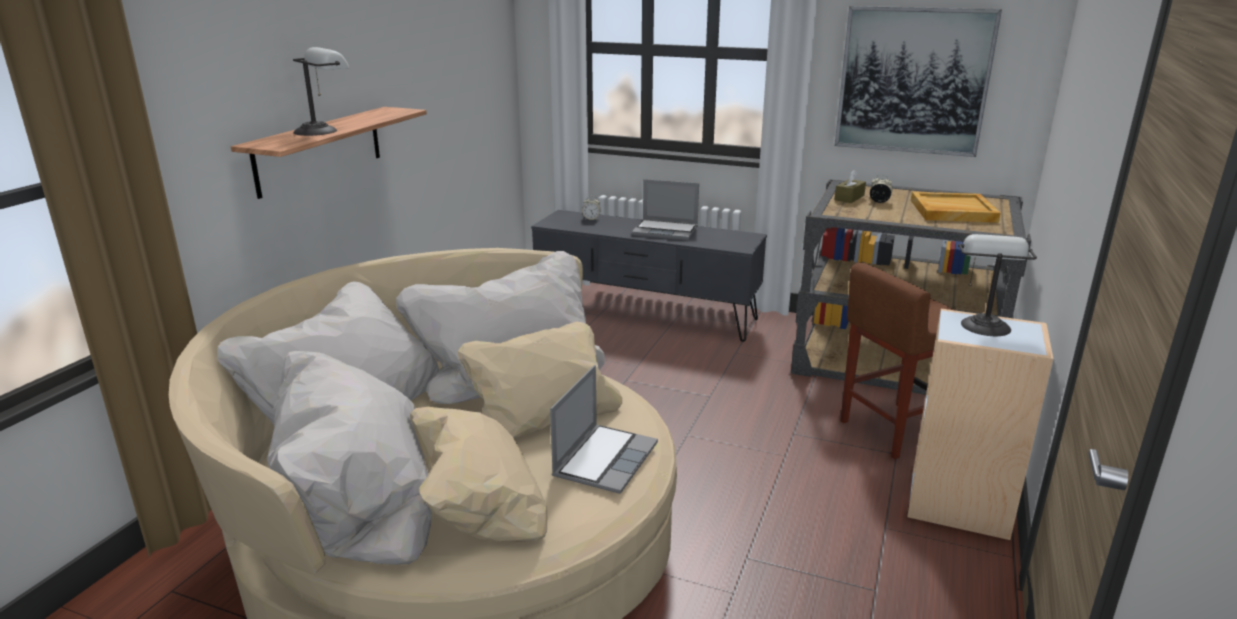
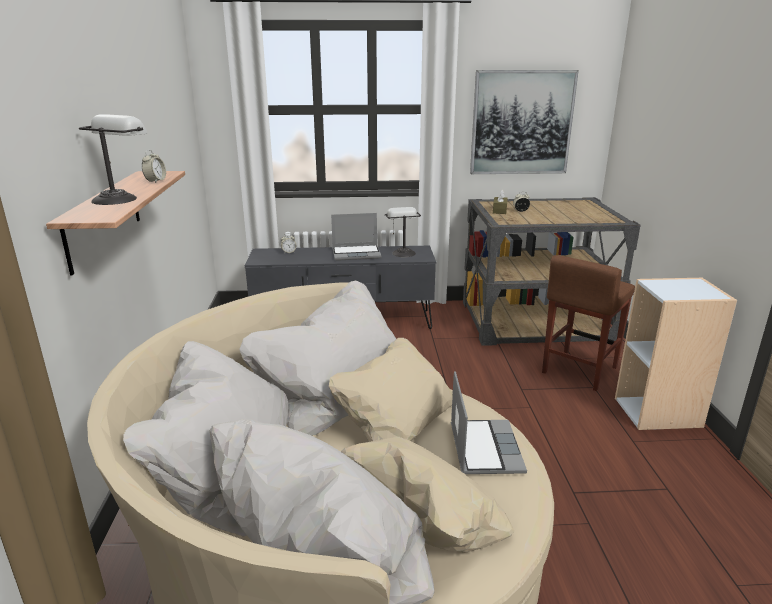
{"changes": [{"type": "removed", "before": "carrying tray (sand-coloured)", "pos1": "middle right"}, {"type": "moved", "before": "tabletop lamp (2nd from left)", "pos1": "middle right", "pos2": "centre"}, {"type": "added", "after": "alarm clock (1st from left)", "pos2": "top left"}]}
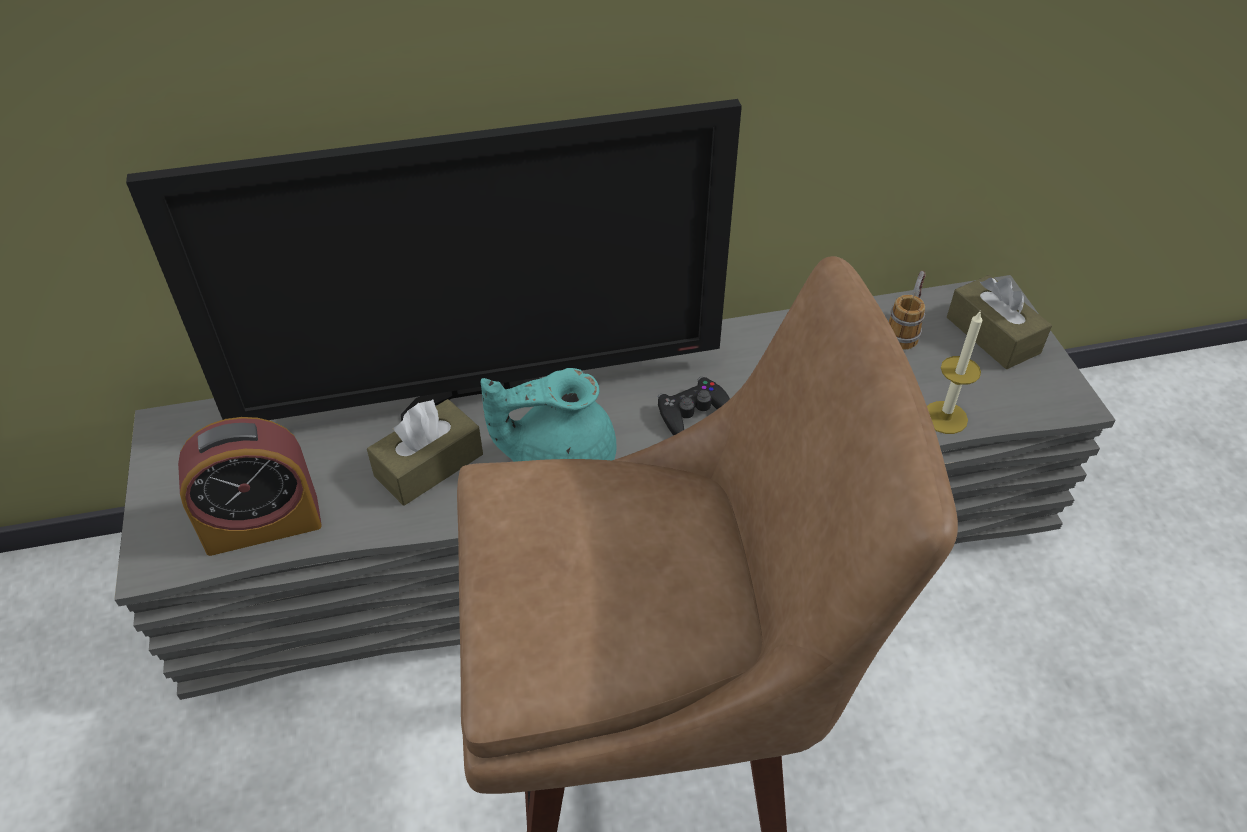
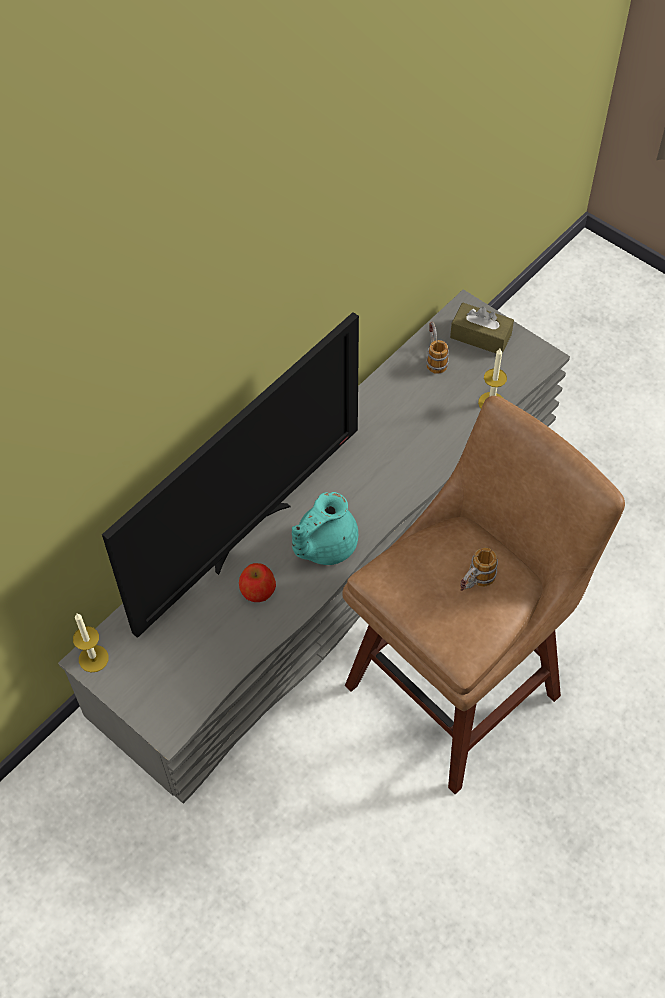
{"changes": [{"type": "removed", "before": "joypad (blackish)", "pos1": "centre"}, {"type": "replaced", "before": "tissue holder (brown) (1st from left)", "after": "whole apple", "pos1": "centre", "pos2": "centre"}, {"type": "removed", "before": "alarm clock", "pos1": "middle left"}, {"type": "added", "after": "tea mug (2nd from left)", "pos2": "middle right"}, {"type": "added", "after": "wax light (1st from left)", "pos2": "middle left"}]}
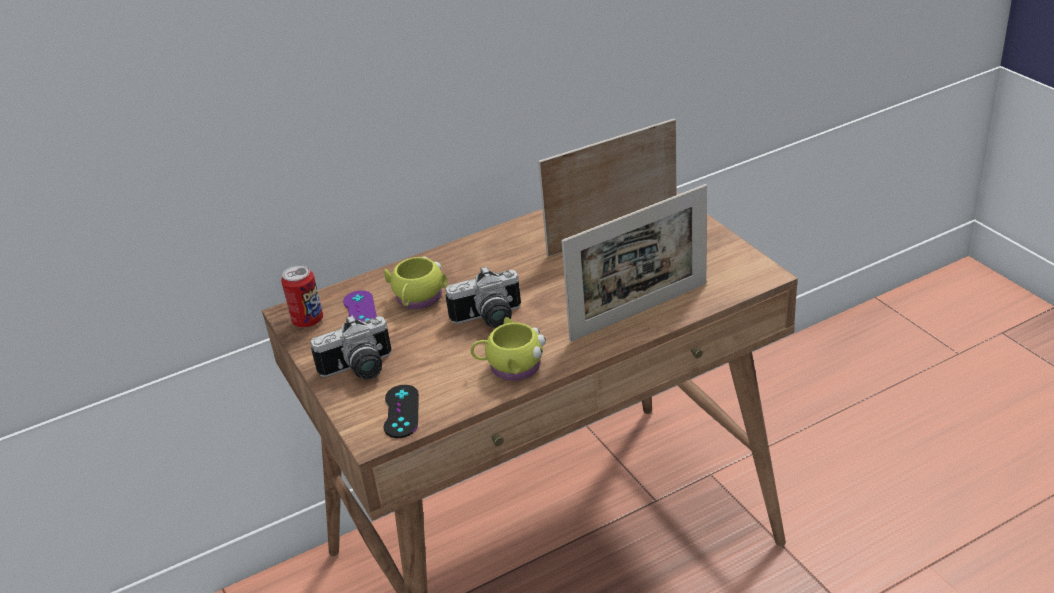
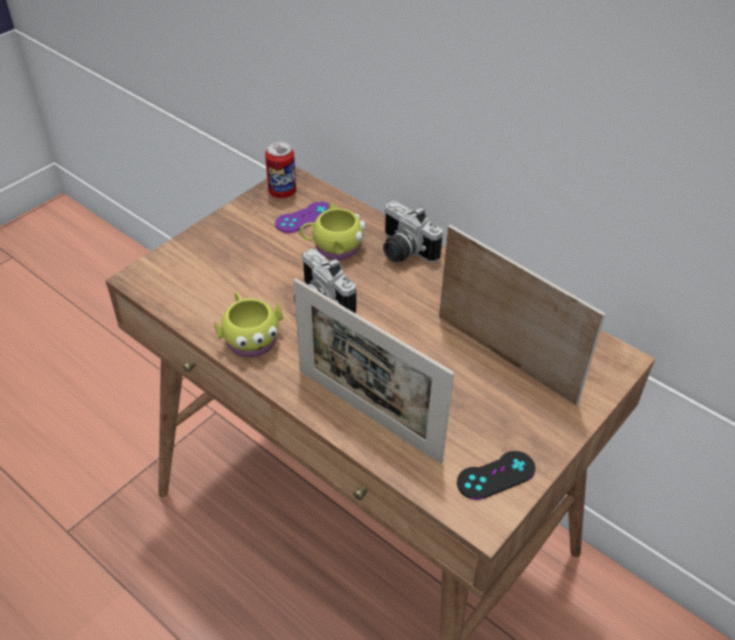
{"changes": [{"type": "moved", "before": "still camera (1st from left in the first image)", "after": "still camera (2nd from left)", "pos1": "middle left", "pos2": "centre"}, {"type": "moved", "before": "joypad (blackish)", "pos1": "bottom centre", "pos2": "bottom right"}]}
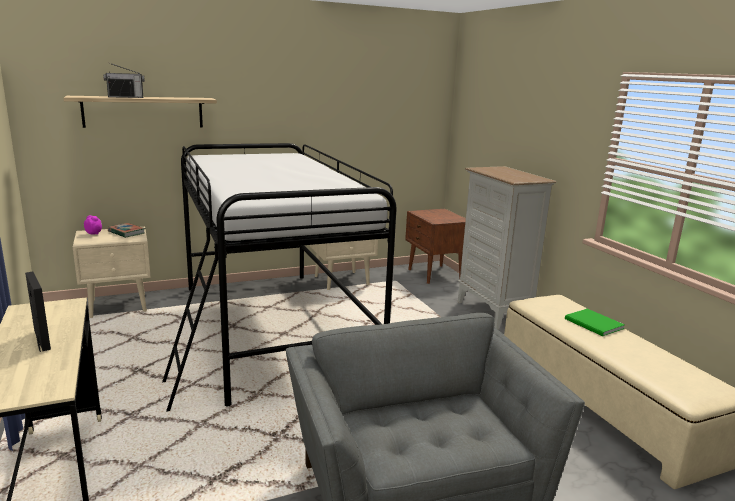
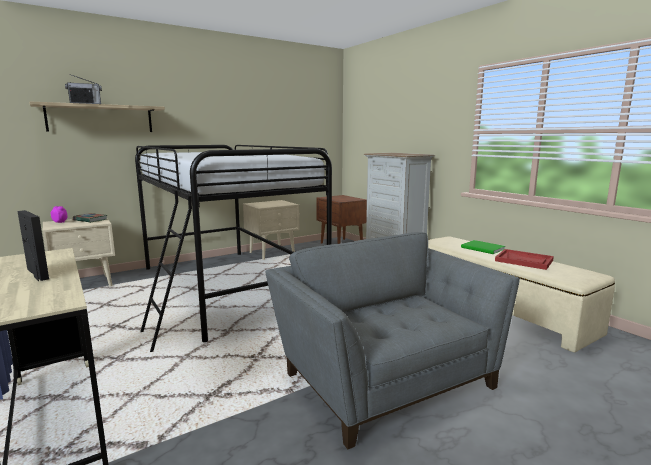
{"changes": [{"type": "added", "after": "carrying tray (reddish)", "pos2": "middle right"}]}
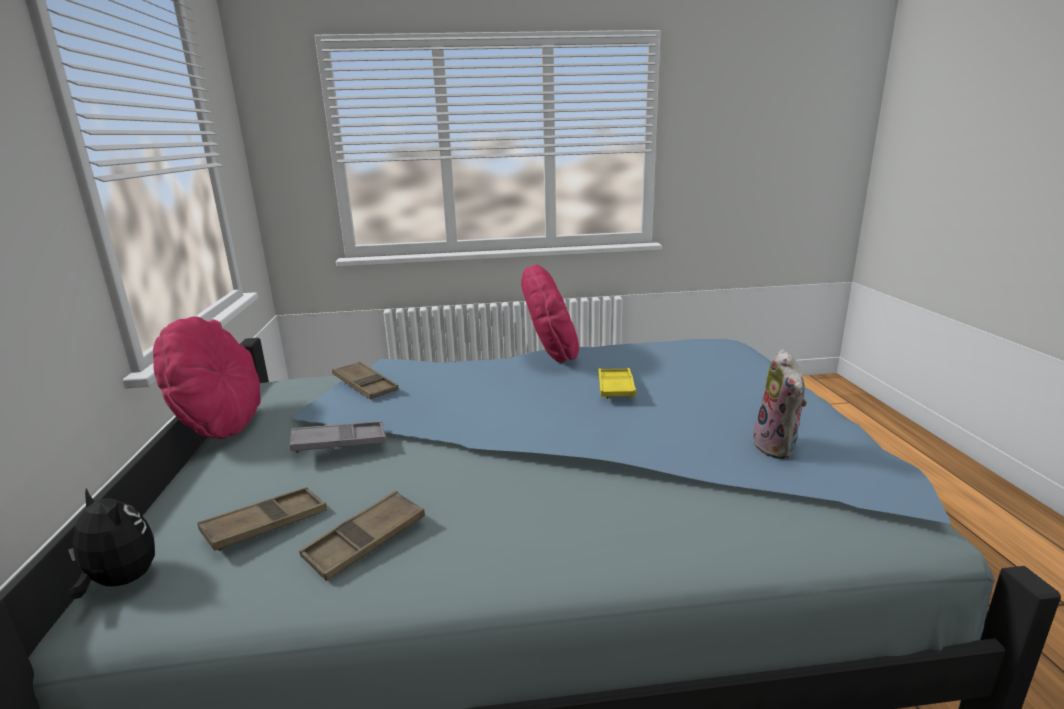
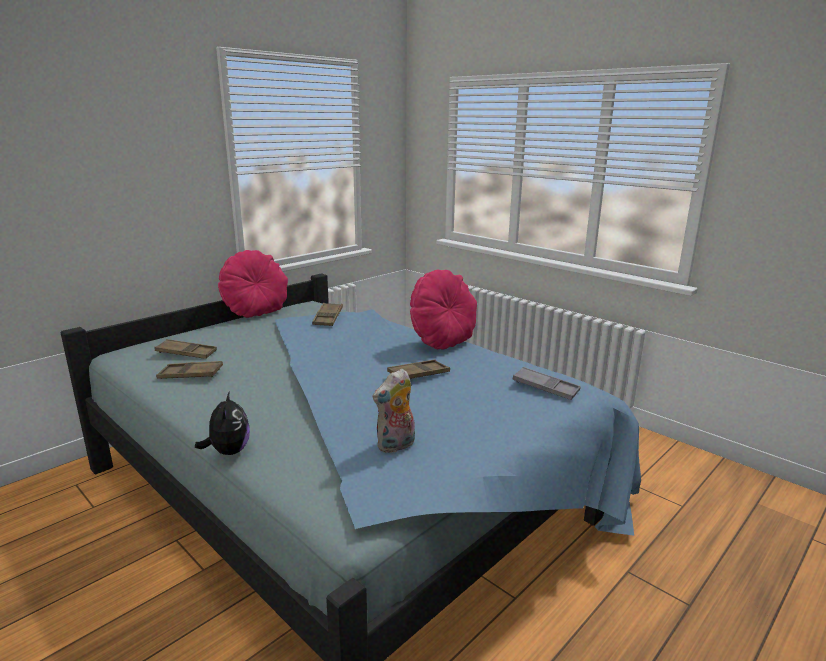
{"changes": [{"type": "recoloured", "before": "carrying tray (yellow-coloured)", "after": "carrying tray (brown) (4th from left)", "pos1": "centre", "pos2": "centre"}, {"type": "moved", "before": "carrying tray (grey)", "pos1": "middle left", "pos2": "centre"}, {"type": "moved", "before": "plush toy (1st from left)", "pos1": "bottom left", "pos2": "middle left"}]}
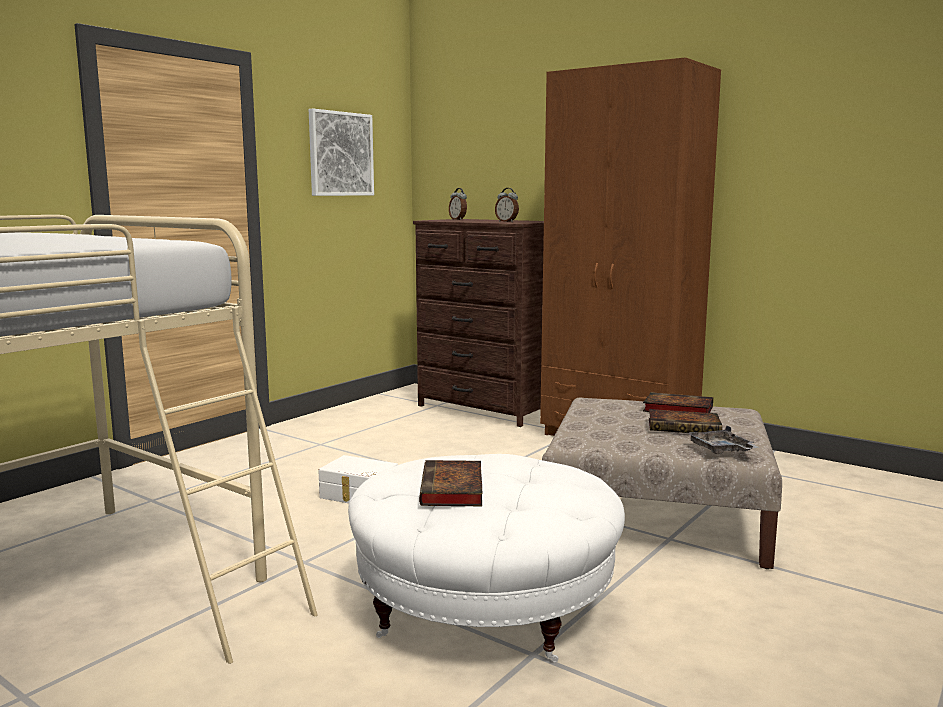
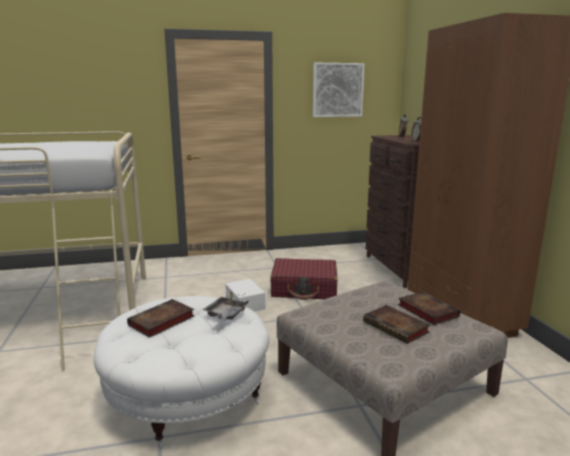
{"changes": [{"type": "moved", "before": "carrying tray (grey)", "pos1": "middle right", "pos2": "bottom centre"}, {"type": "added", "after": "travel case (reddish)", "pos2": "centre"}]}
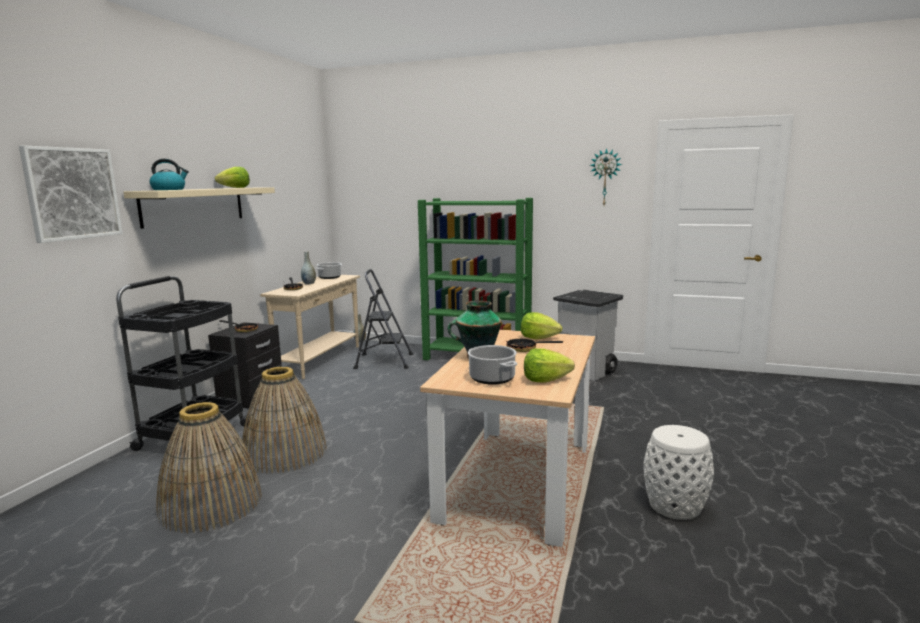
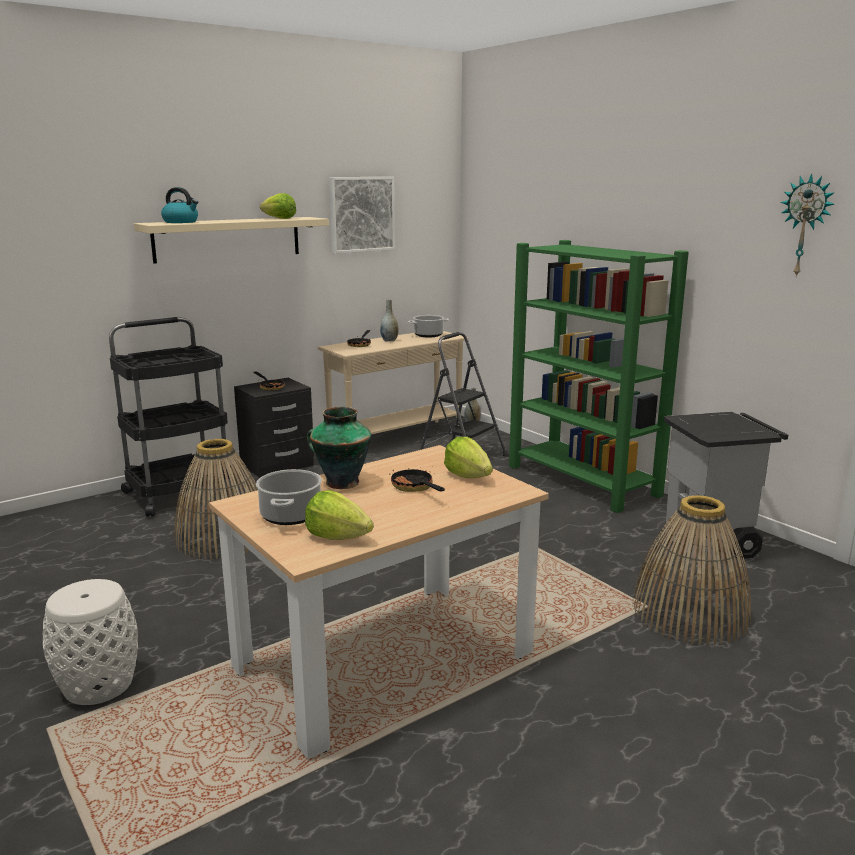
{"changes": [{"type": "moved", "before": "wall art", "pos1": "top left", "pos2": "top centre"}, {"type": "moved", "before": "storage basket (1st from left in the first image)", "after": "storage basket (2nd from left)", "pos1": "bottom left", "pos2": "bottom right"}, {"type": "moved", "before": "stool (whitish)", "pos1": "bottom right", "pos2": "bottom left"}]}
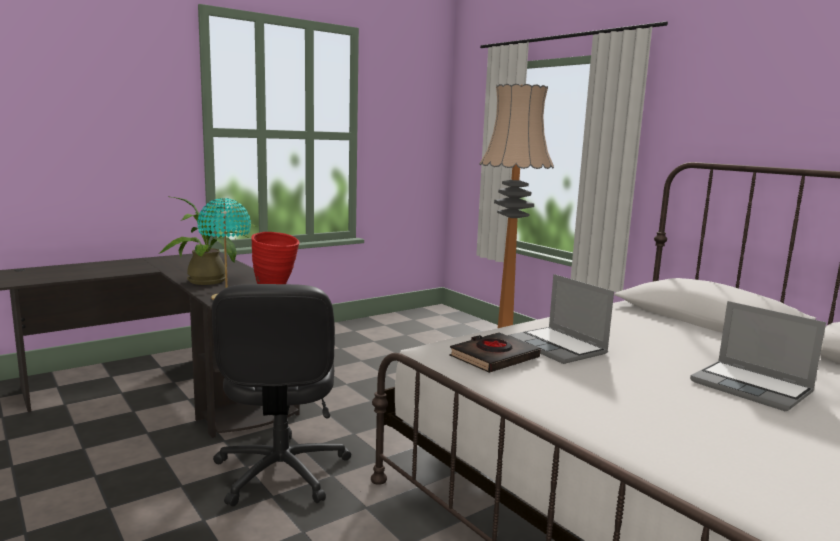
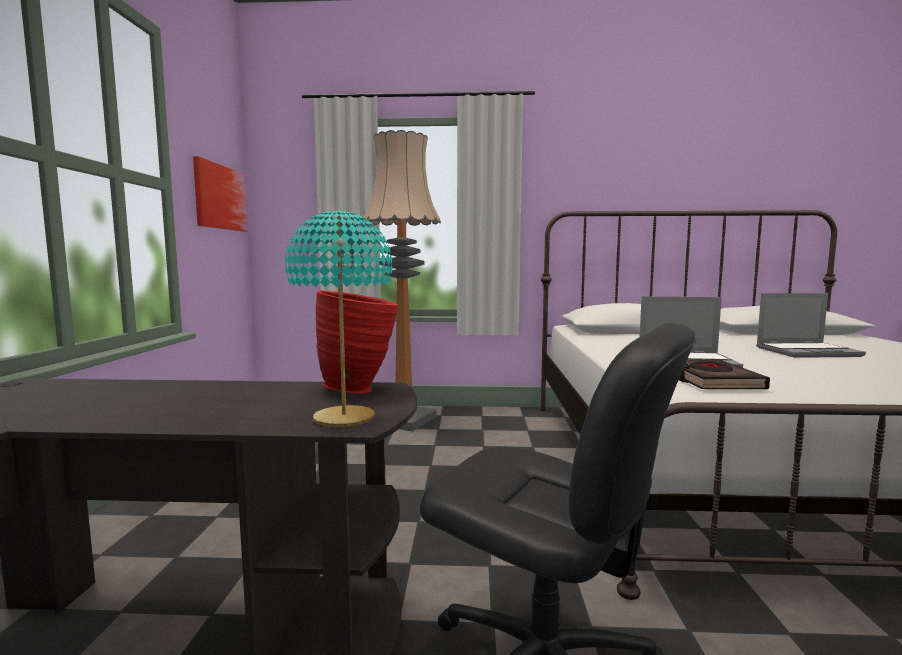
{"changes": [{"type": "removed", "before": "potted plant", "pos1": "middle left"}, {"type": "added", "after": "wall art", "pos2": "top left"}]}
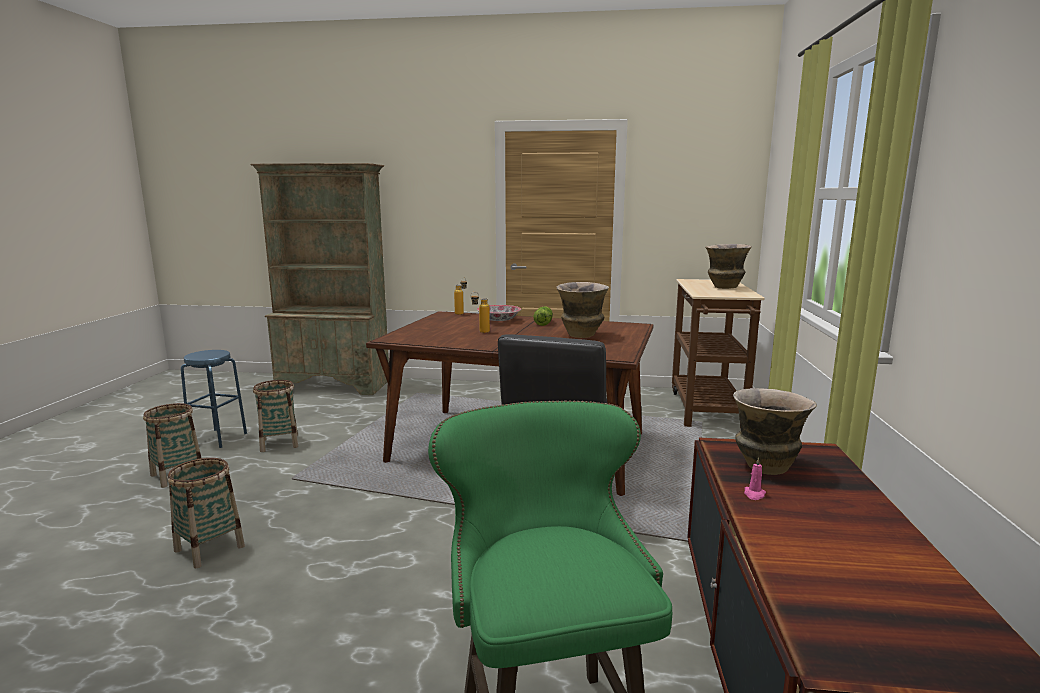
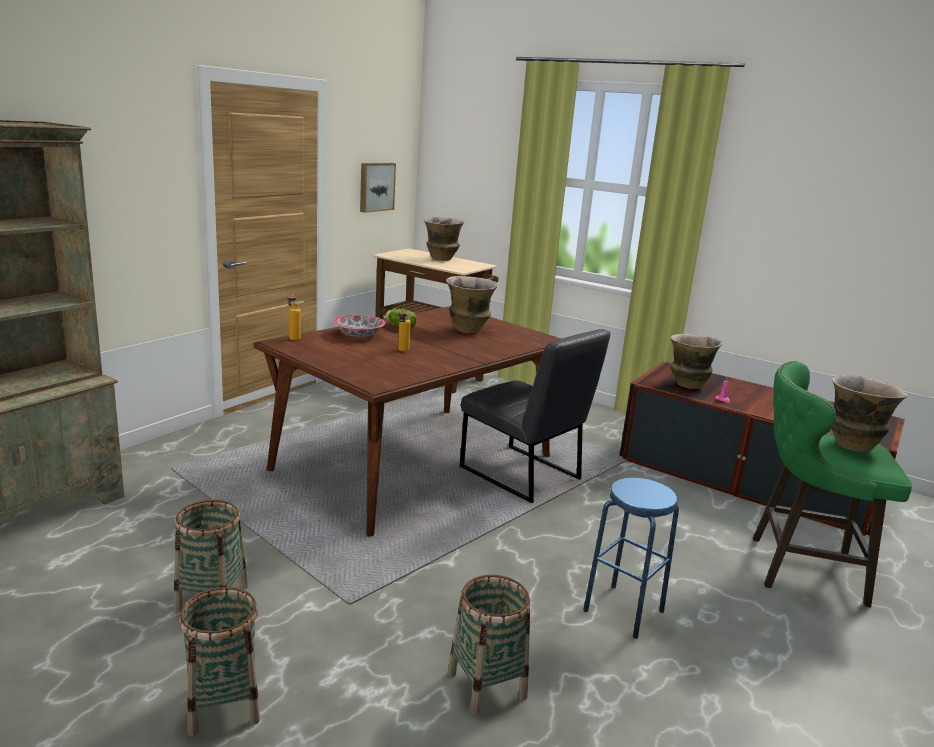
{"changes": [{"type": "moved", "before": "stool (blue)", "pos1": "middle left", "pos2": "bottom right"}, {"type": "added", "after": "wall art", "pos2": "top centre"}, {"type": "added", "after": "flower vase (4th from left)", "pos2": "middle right"}]}
